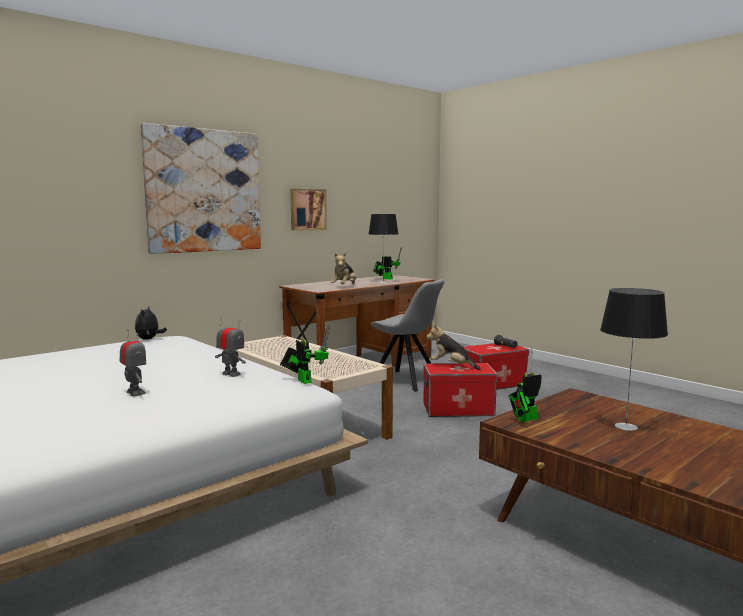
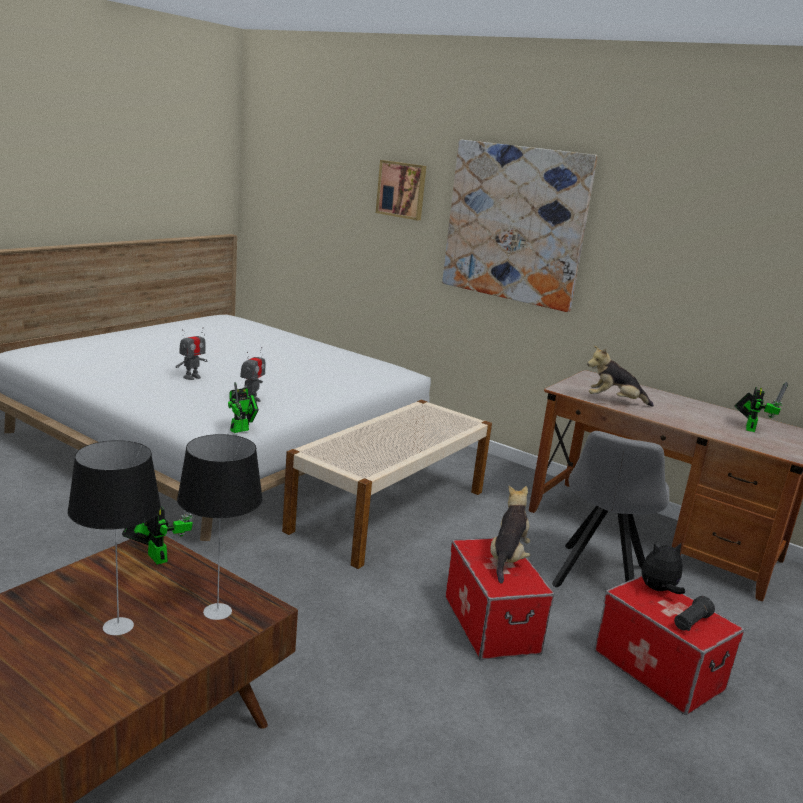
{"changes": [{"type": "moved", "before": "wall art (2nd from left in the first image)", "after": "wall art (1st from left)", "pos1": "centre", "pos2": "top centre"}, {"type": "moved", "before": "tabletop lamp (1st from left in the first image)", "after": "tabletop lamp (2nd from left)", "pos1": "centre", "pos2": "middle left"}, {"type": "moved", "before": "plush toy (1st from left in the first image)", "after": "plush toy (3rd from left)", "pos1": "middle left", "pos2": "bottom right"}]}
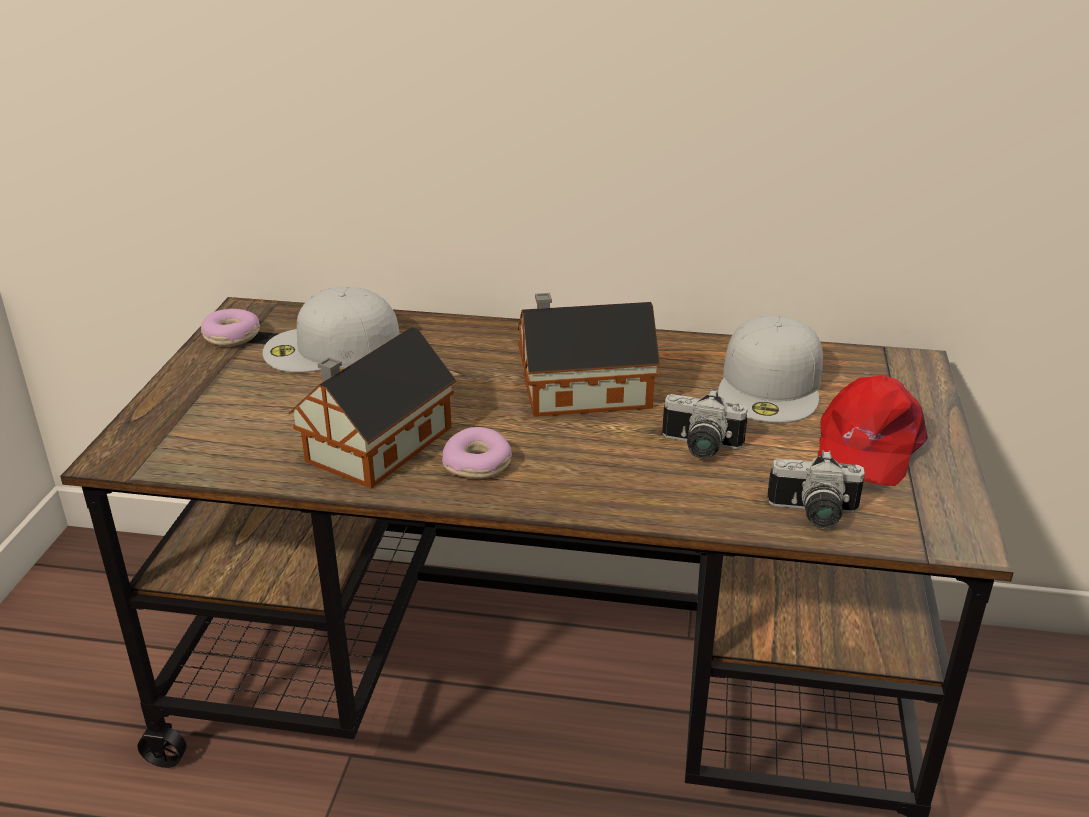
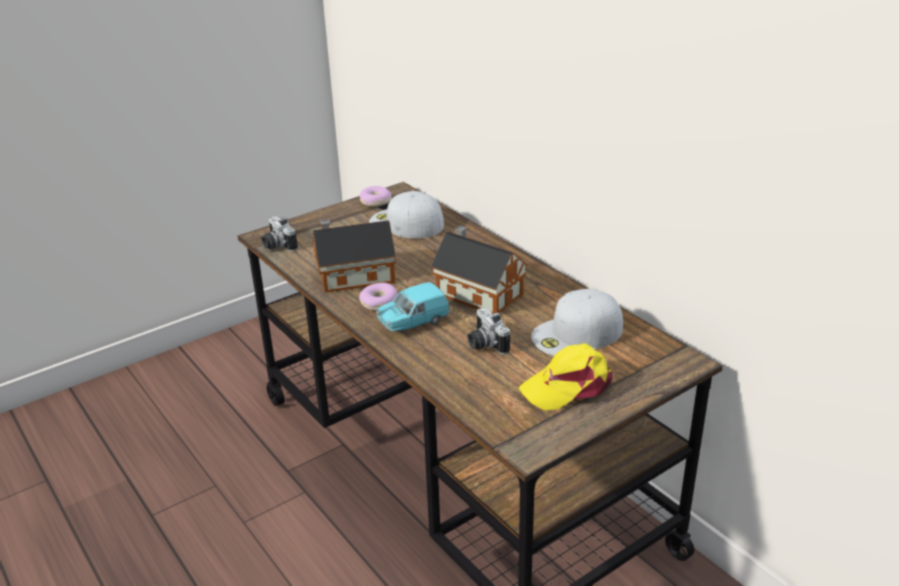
{"changes": [{"type": "recoloured", "before": "baseball cap (reddish)", "after": "baseball cap (yellow-coloured)", "pos1": "middle right", "pos2": "centre"}, {"type": "moved", "before": "still camera (2nd from left in the first image)", "after": "still camera (1st from left)", "pos1": "middle right", "pos2": "middle left"}, {"type": "added", "after": "miniature car (turquoise-coloured)", "pos2": "centre"}]}
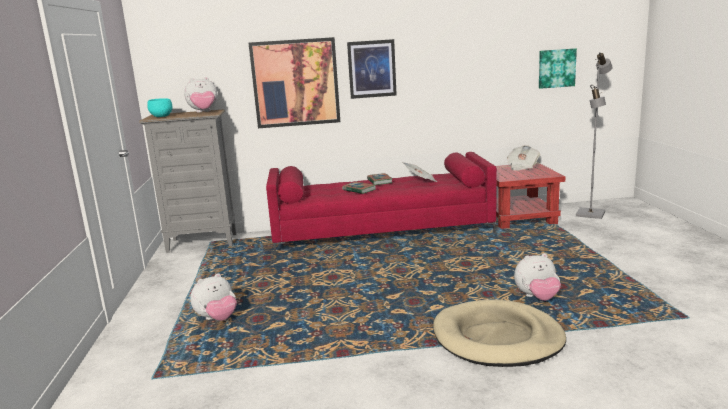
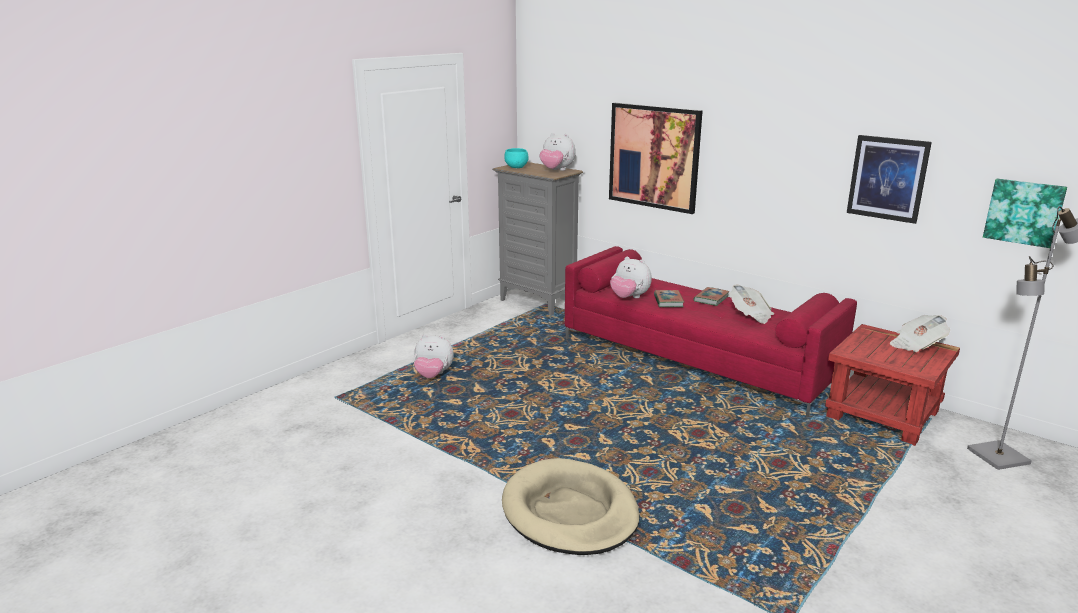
{"changes": [{"type": "moved", "before": "wall art (2nd from left)", "pos1": "top centre", "pos2": "top right"}, {"type": "moved", "before": "plush toy (3rd from left)", "pos1": "bottom right", "pos2": "centre"}]}
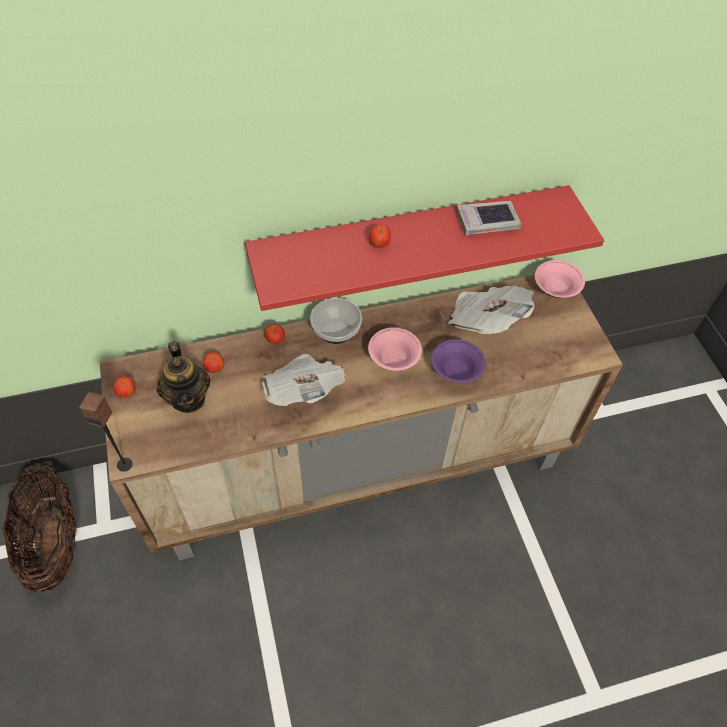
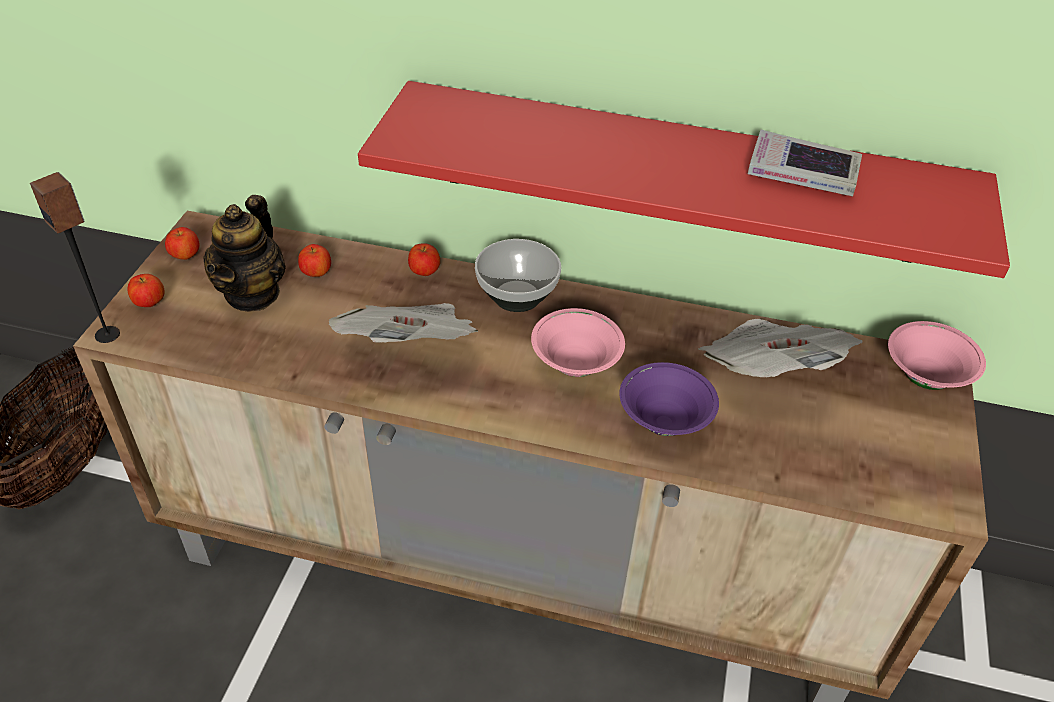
{"changes": [{"type": "moved", "before": "whole apple (4th from left in the first image)", "after": "whole apple (1st from left)", "pos1": "top centre", "pos2": "middle left"}]}
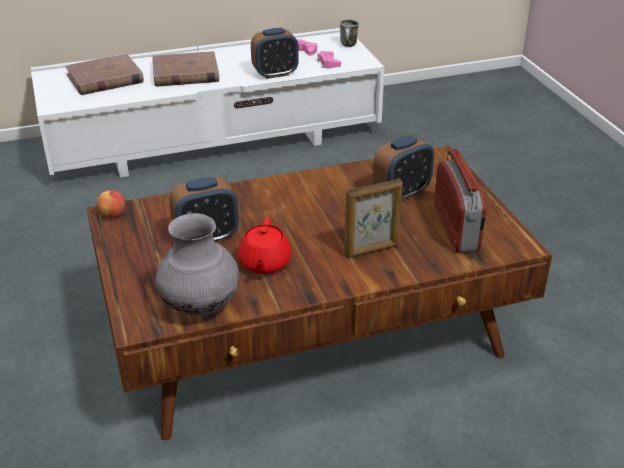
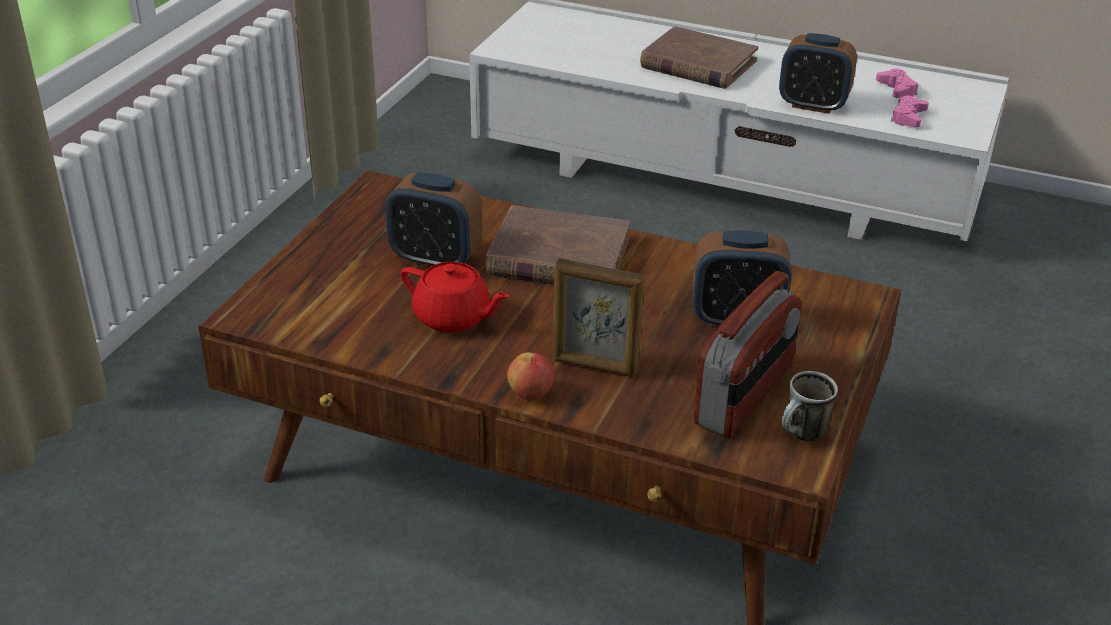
{"changes": [{"type": "moved", "before": "tea mug", "pos1": "top centre", "pos2": "middle right"}, {"type": "moved", "before": "book (brown) (1st from left)", "pos1": "top left", "pos2": "centre"}, {"type": "moved", "before": "whole apple", "pos1": "middle left", "pos2": "centre"}, {"type": "removed", "before": "flower vase (grey)", "pos1": "middle left"}, {"type": "turned", "before": "teapot (reddish)", "pos1": "centre", "pos2": "centre", "turn": -105}]}
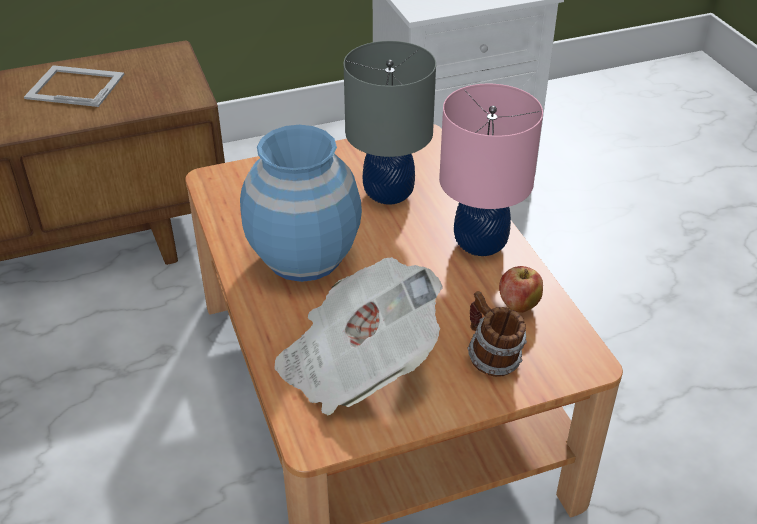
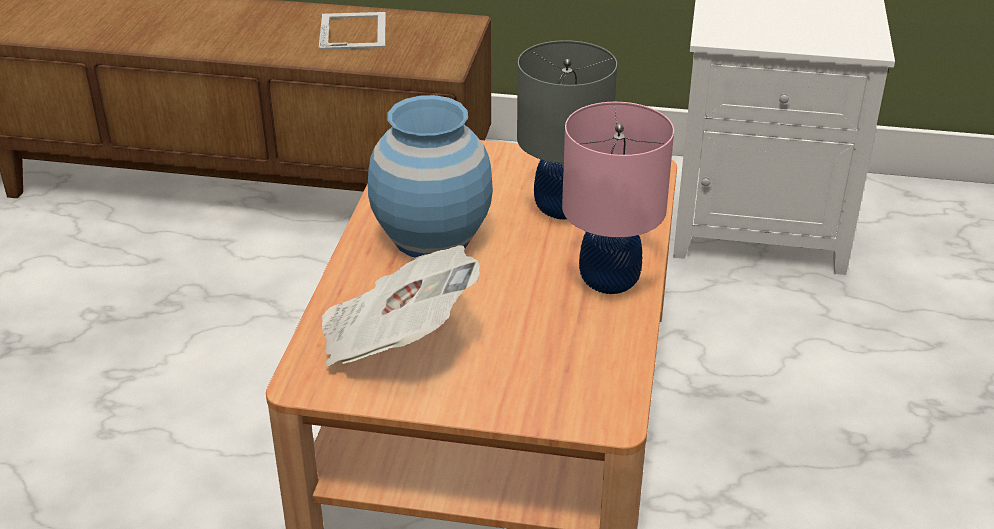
{"changes": [{"type": "turned", "before": "photo frame", "pos1": "top left", "pos2": "top centre", "turn": 45}, {"type": "removed", "before": "whole apple", "pos1": "middle right"}, {"type": "removed", "before": "tea mug", "pos1": "centre"}]}
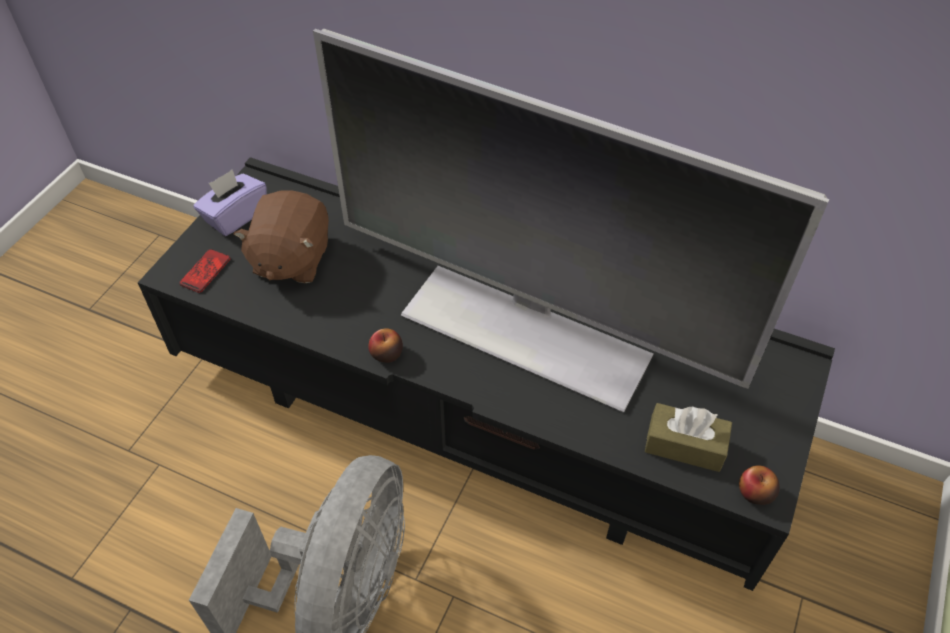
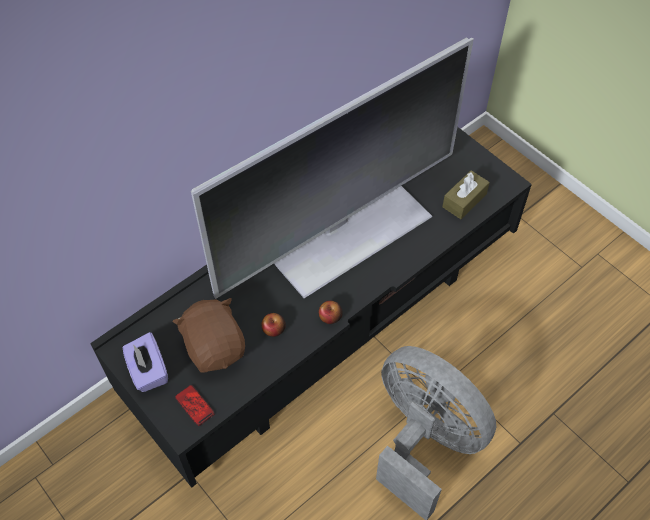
{"changes": [{"type": "turned", "before": "plush toy (brown)", "pos1": "middle left", "pos2": "middle left", "turn": -150}, {"type": "moved", "before": "whole apple (2nd from left in the first image)", "after": "whole apple (1st from left)", "pos1": "bottom right", "pos2": "centre"}]}
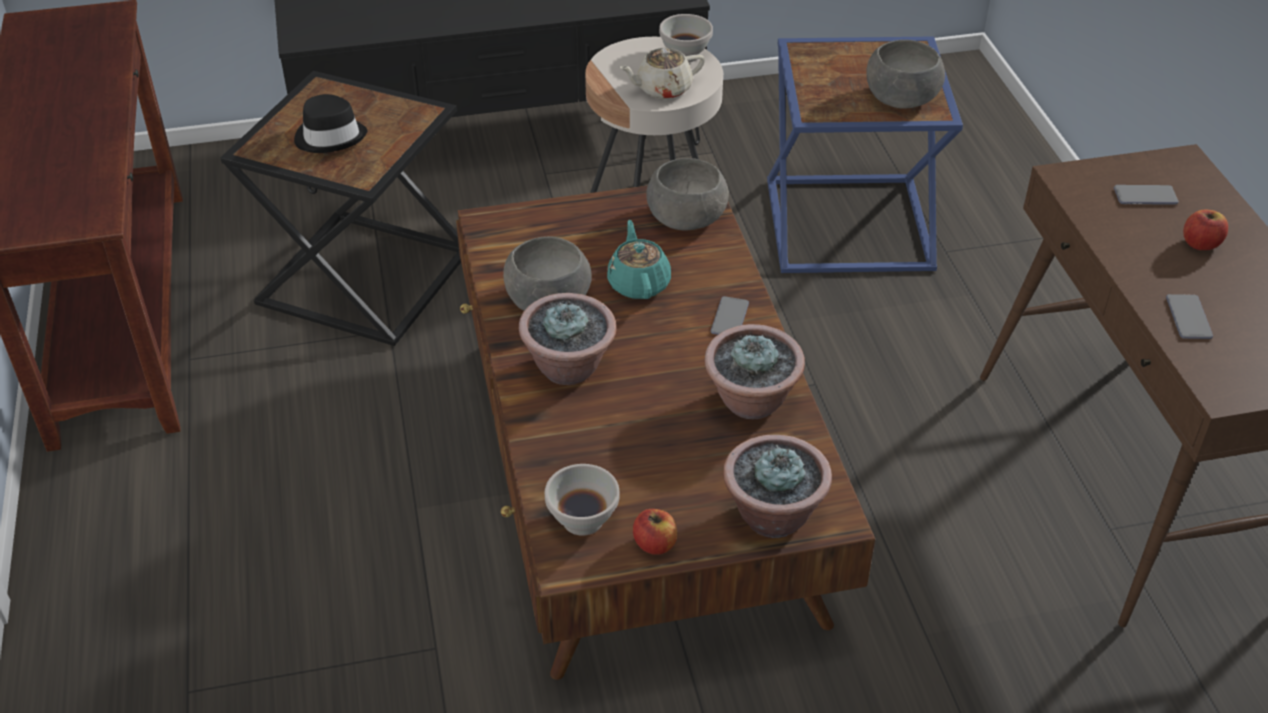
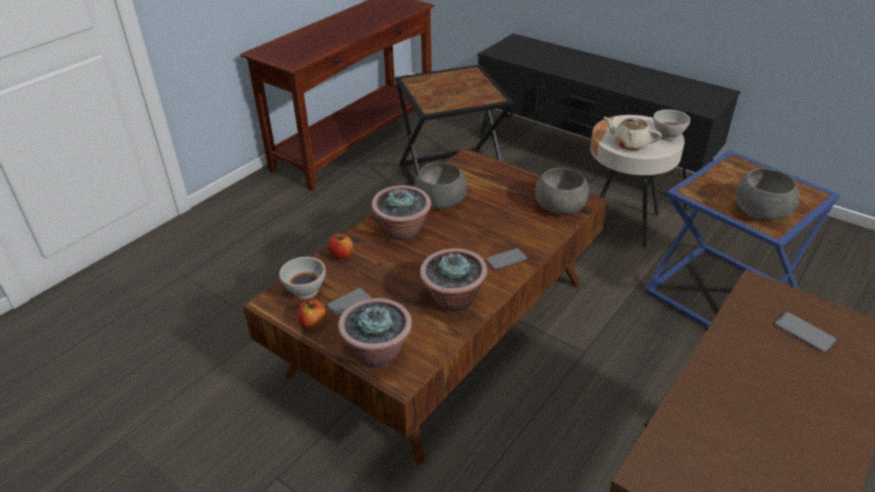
{"changes": [{"type": "removed", "before": "wearable hat (blackish)", "pos1": "top left"}, {"type": "moved", "before": "whole apple (2nd from left)", "pos1": "top right", "pos2": "centre"}, {"type": "removed", "before": "teapot (turquoise-coloured)", "pos1": "centre"}, {"type": "moved", "before": "handset (3rd from left in the first image)", "after": "handset (1st from left)", "pos1": "middle right", "pos2": "centre"}]}
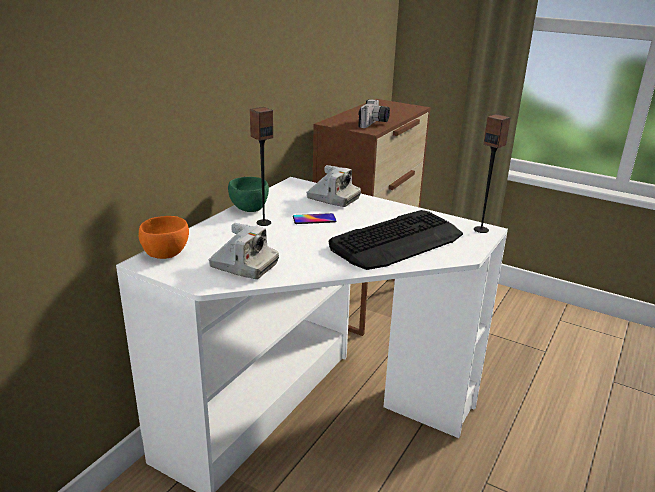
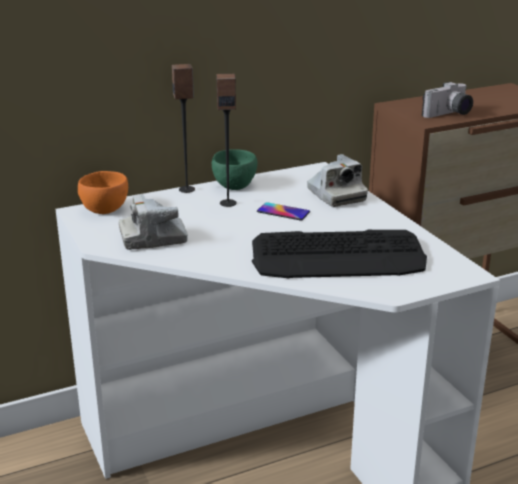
{"changes": [{"type": "moved", "before": "audio speaker (2nd from left in the first image)", "after": "audio speaker (1st from left)", "pos1": "middle right", "pos2": "top centre"}, {"type": "turned", "before": "still camera (1st from left)", "pos1": "centre", "pos2": "middle left", "turn": 105}]}
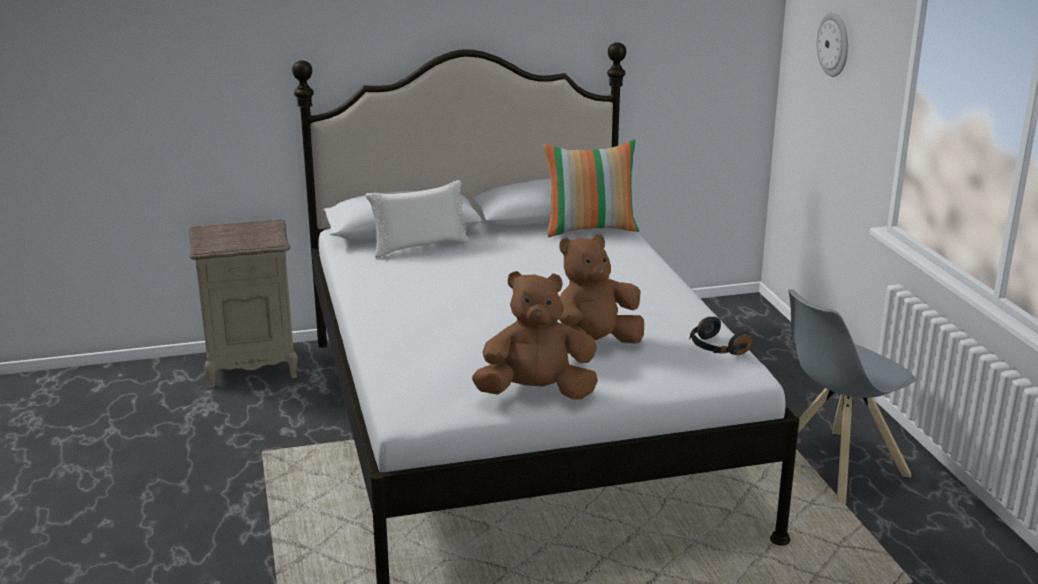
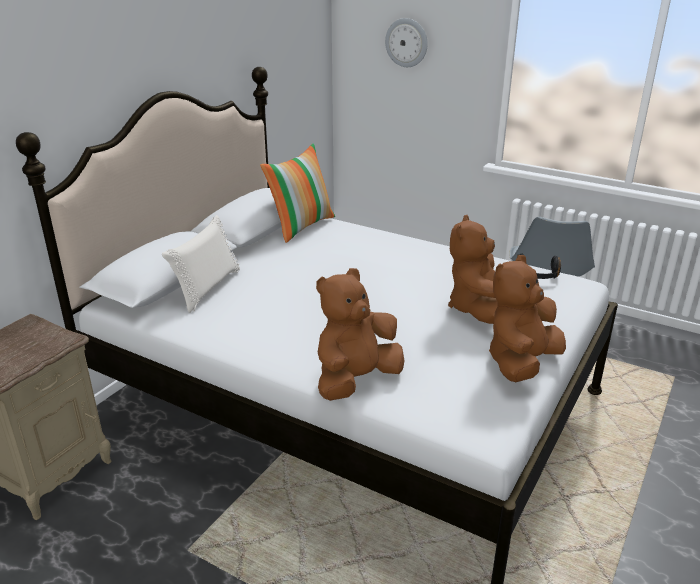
{"changes": [{"type": "added", "after": "plush toy (brown) (1st from left)", "pos2": "centre"}]}
